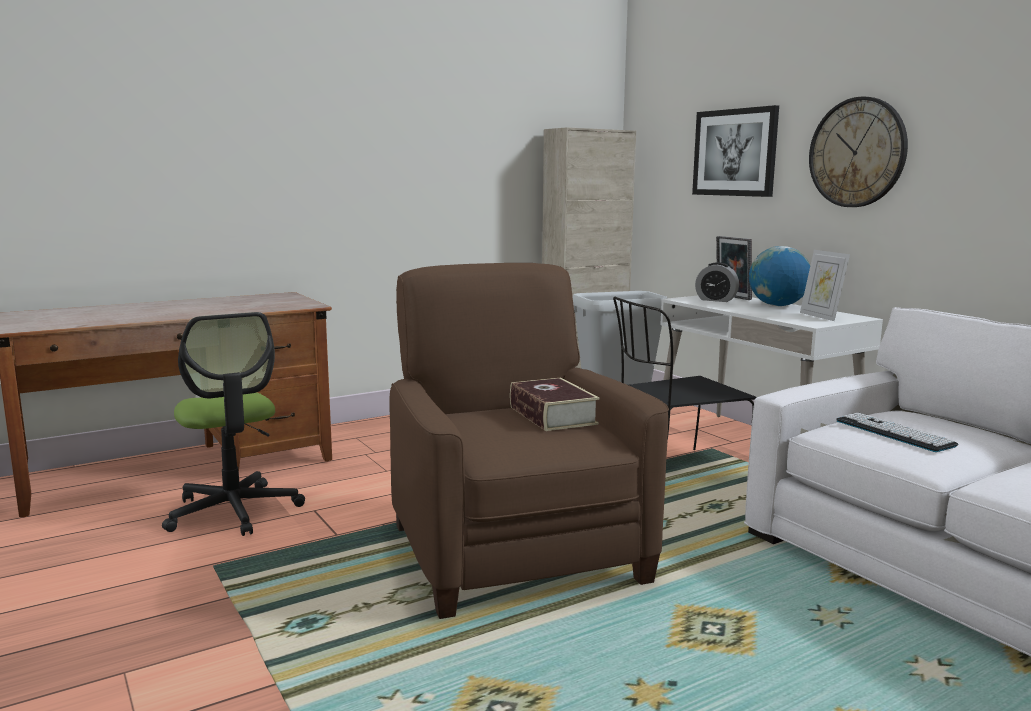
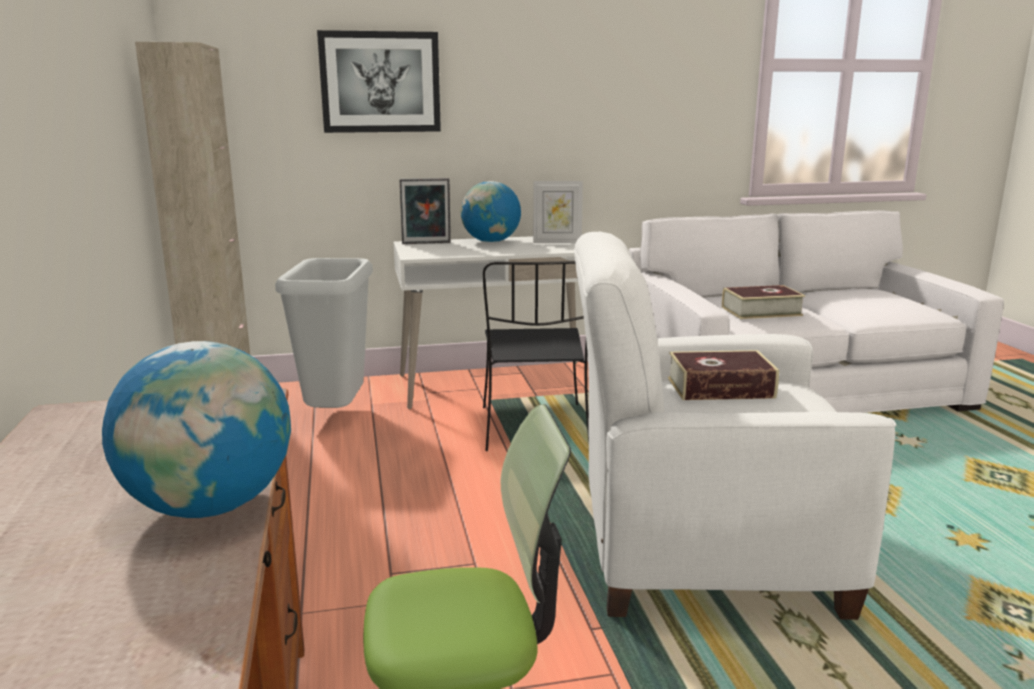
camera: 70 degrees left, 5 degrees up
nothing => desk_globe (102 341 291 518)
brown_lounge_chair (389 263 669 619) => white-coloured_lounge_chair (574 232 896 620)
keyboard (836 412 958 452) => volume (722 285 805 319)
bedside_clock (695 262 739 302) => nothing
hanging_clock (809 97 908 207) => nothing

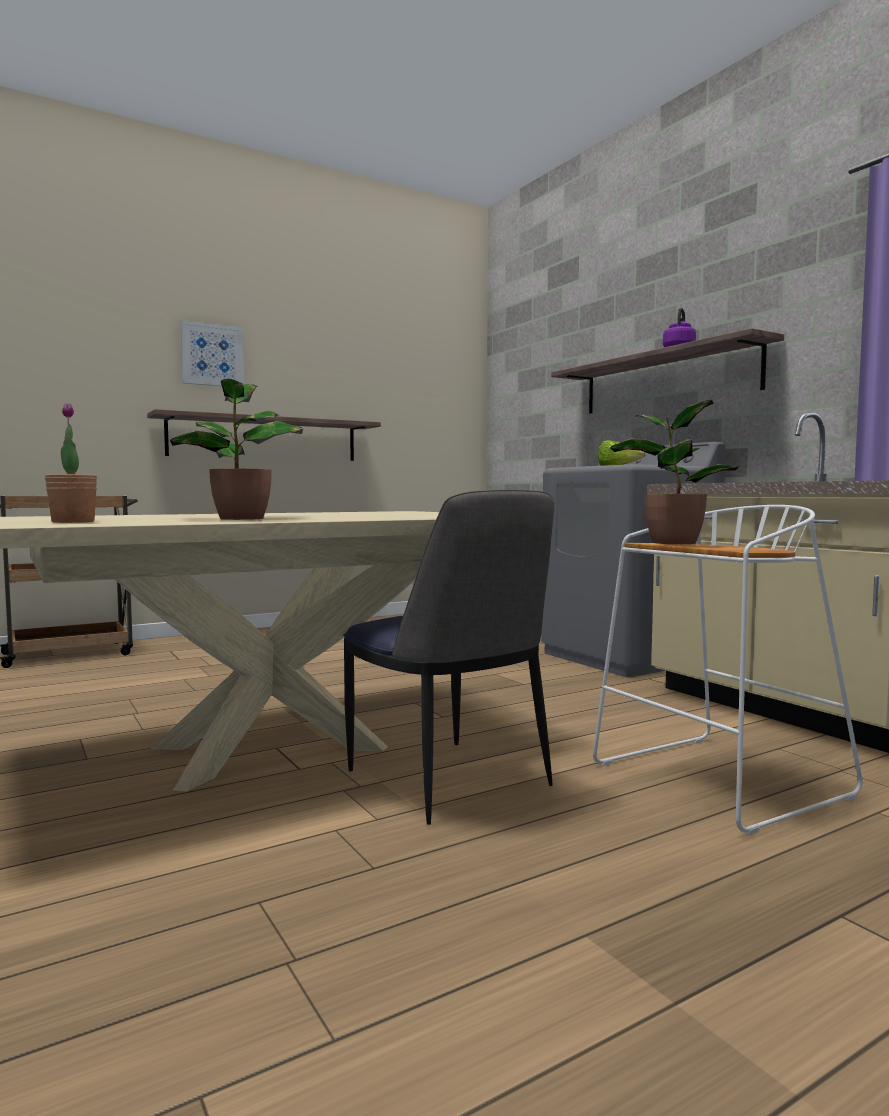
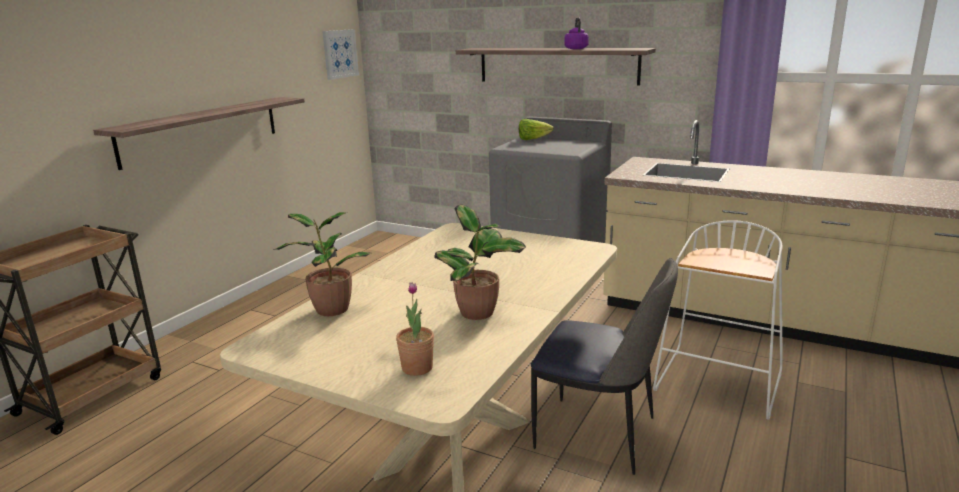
camera: 30 degrees left, 15 degrees up
plant_in_a_pot (610 400 740 544) => plant_in_a_pot (273 212 372 316), move
wall_picture (180 320 244 386) => wall_picture (322 29 359 80), move

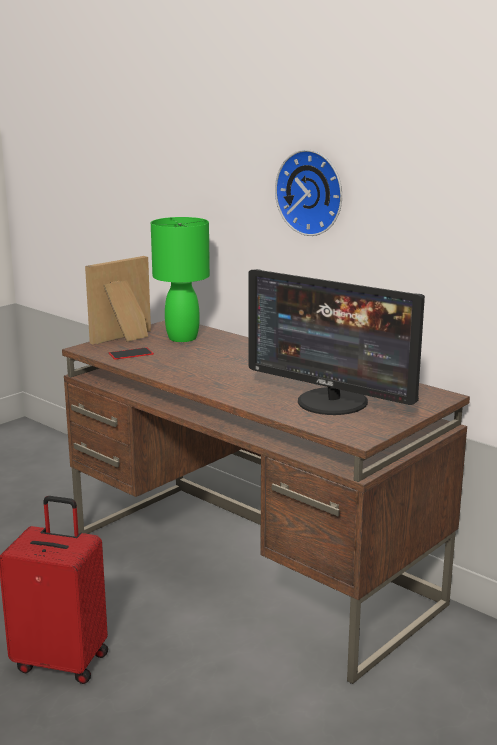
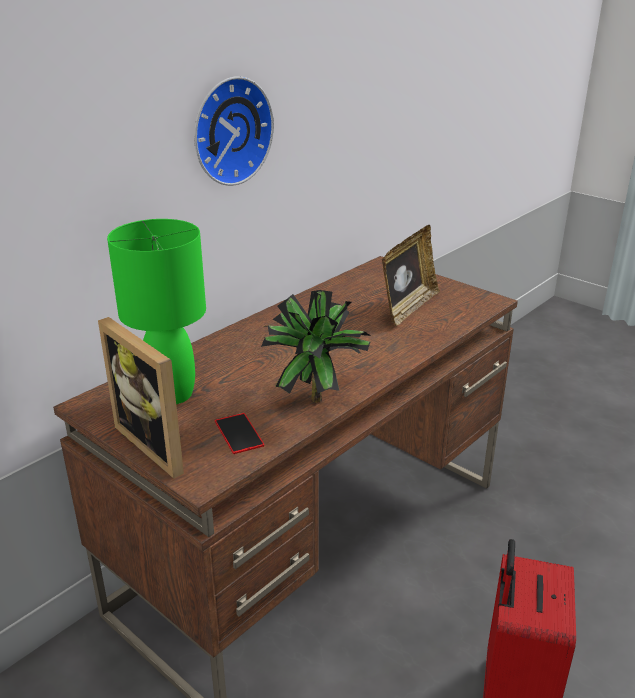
camera: 90 degrees left, 10 degrees up
nothing => plant_in_a_pot (261 290 371 403)
computer_display (248 269 425 415) => standing_frame (382 225 440 326)

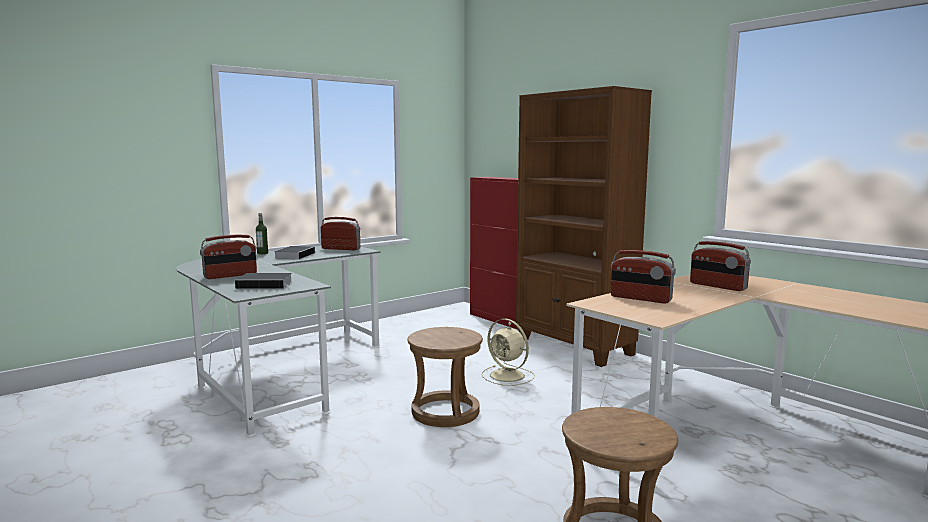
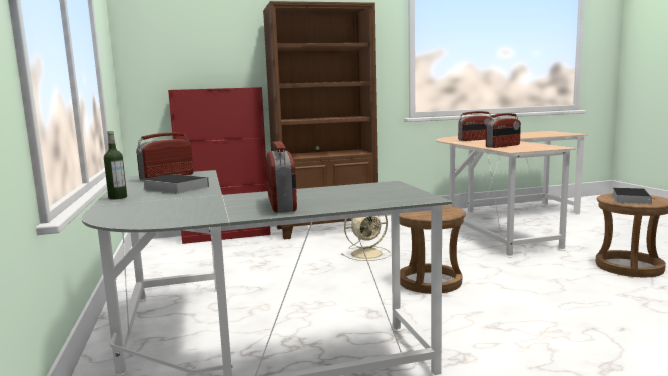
camera: 65 degrees left, 0 degrees up
volume (235 273 293 289) => volume (612 188 652 204), move

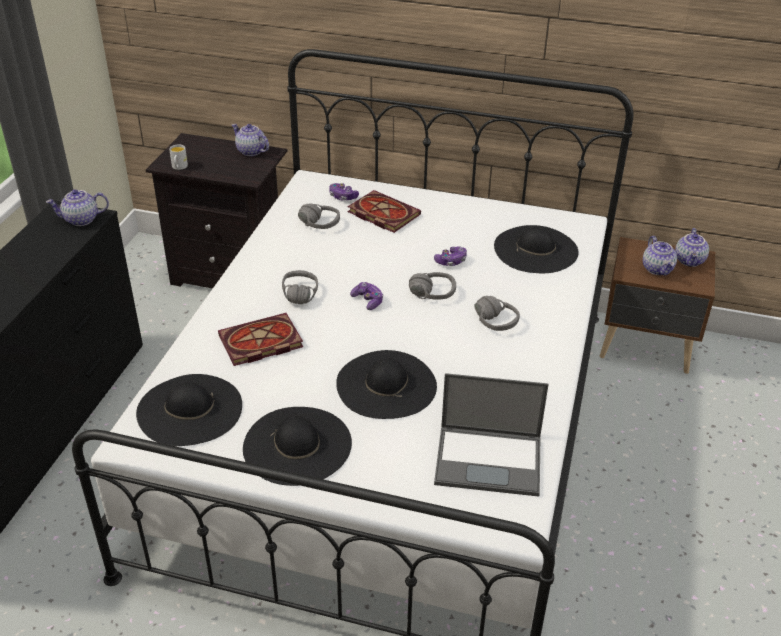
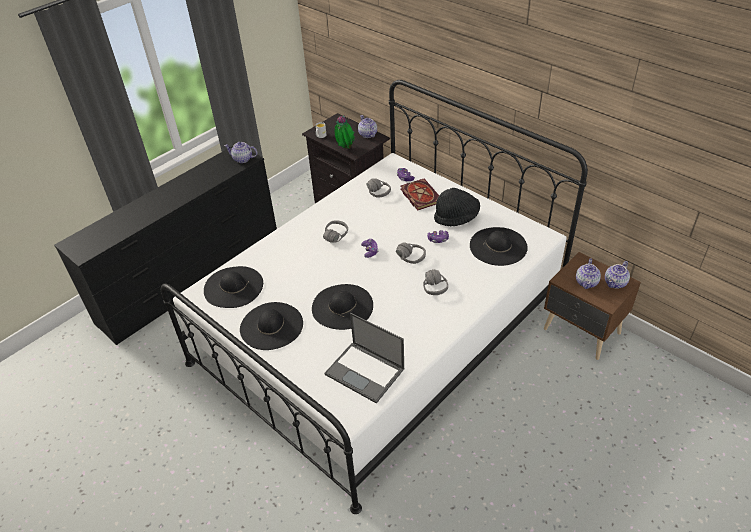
camera: 30 degrees right, 5 degrees up
nothing => plant_in_a_pot (334 115 355 149)
nothing => black_clothing_hat (434 188 480 226)
volume (218 313 303 366) => nothing

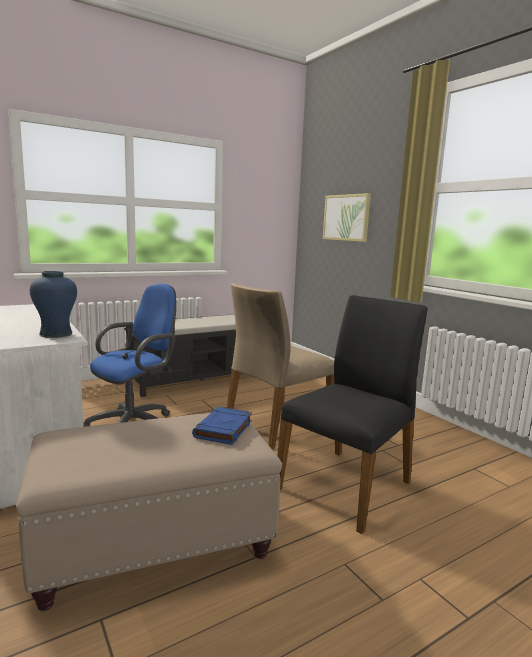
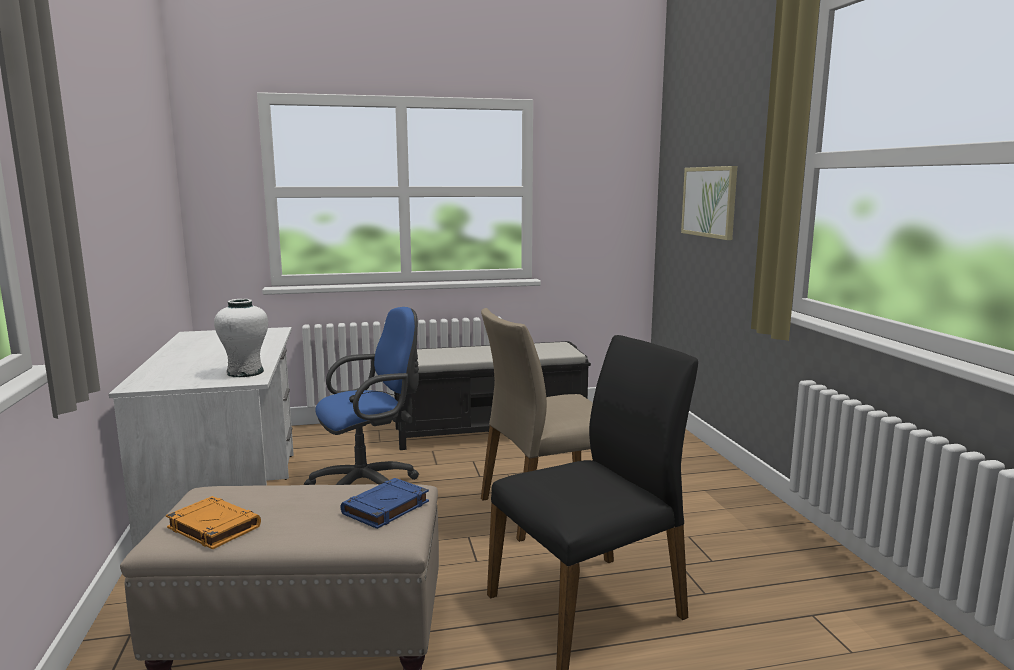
camera: 20 degrees right, 0 degrees up
nothing => orange_volume (166 496 261 549)
blue_flower_vase (30 271 77 338) => white-coloured_flower_vase (214 299 268 377)

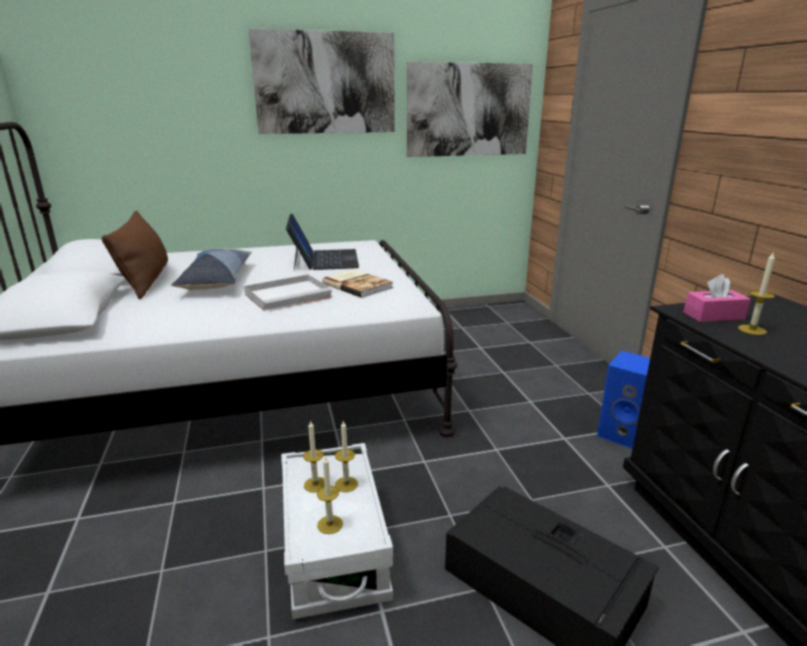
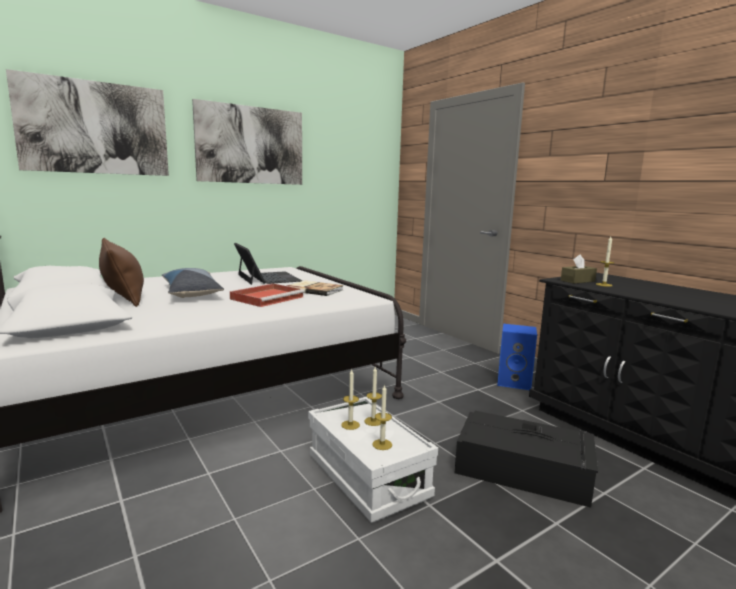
camera: 20 degrees left, 10 degrees down
wall_picture (407 62 533 157) => wall_picture (6 69 169 176), move
white-coloured_serving_tray (244 274 332 311) => reddish_serving_tray (230 284 304 307)
pink-coloured_box_of_tissues (684 274 751 322) => brown_box_of_tissues (561 254 597 284)

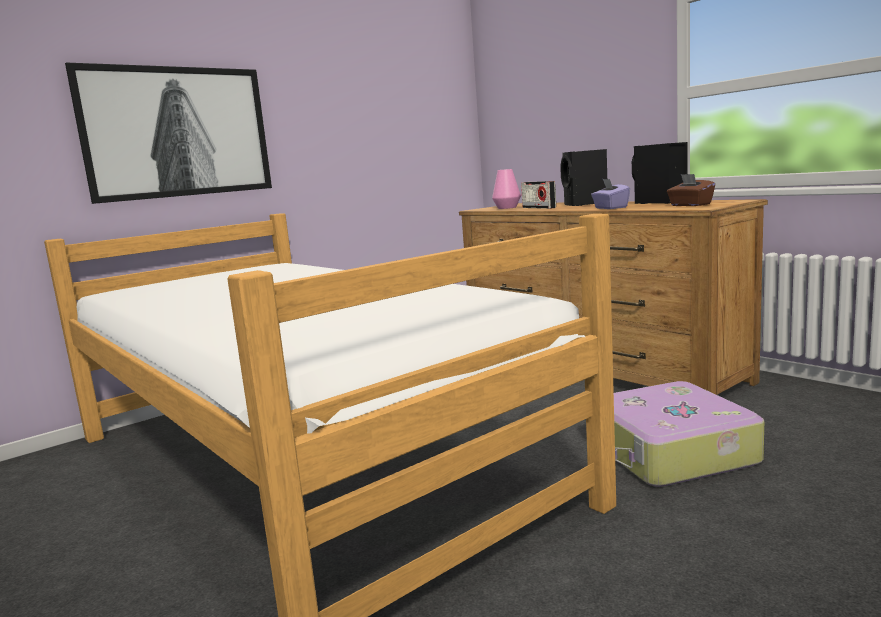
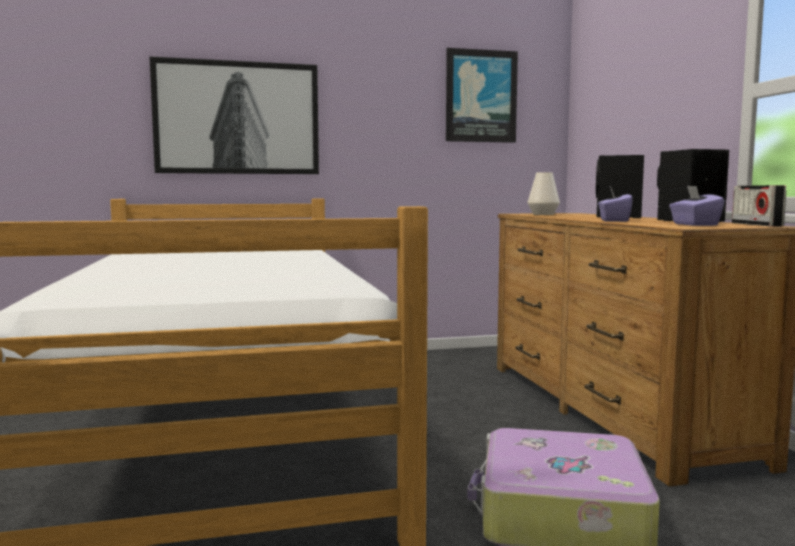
camera: 25 degrees right, 5 degrees down
nothing => wall_picture (446 48 518 143)
pink-coloured_flower_vase (492 169 521 209) => white-coloured_flower_vase (528 172 560 215)
brown_box_of_tissues (667 174 716 206) => purple-coloured_box_of_tissues (669 186 725 226)
radio (521 181 556 209) => radio (732 185 786 227), move

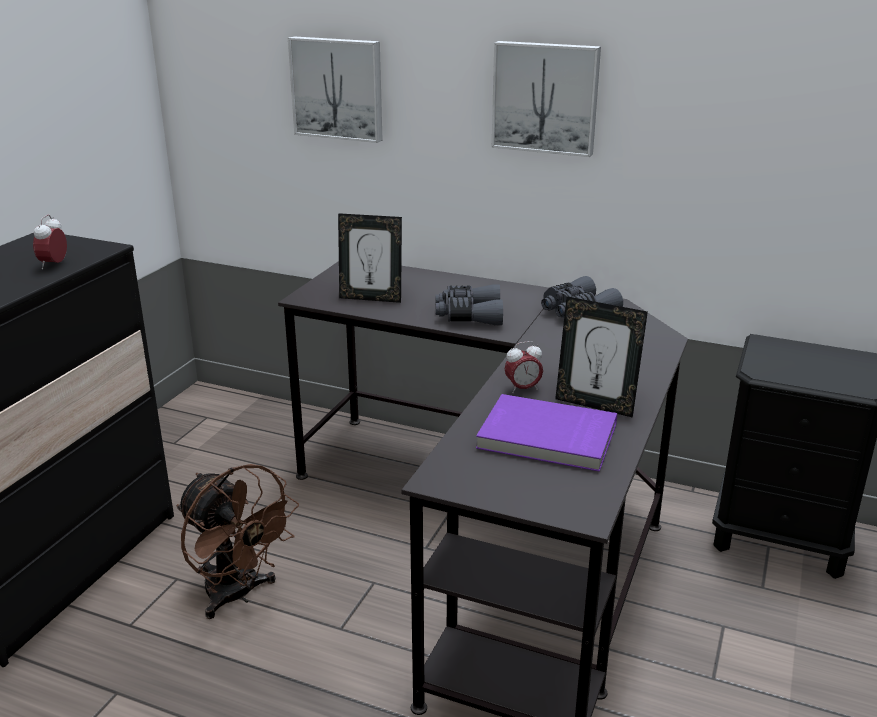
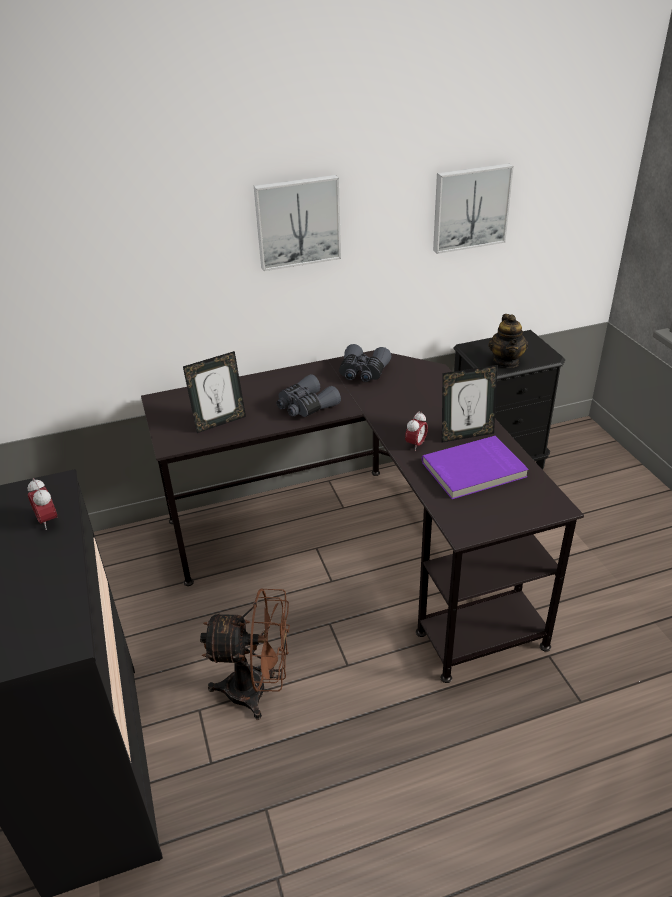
camera: 40 degrees left, 10 degrees up
wall_picture (288 36 382 143) => wall_picture (433 163 514 254), move
nothing => teapot (488 314 528 368)

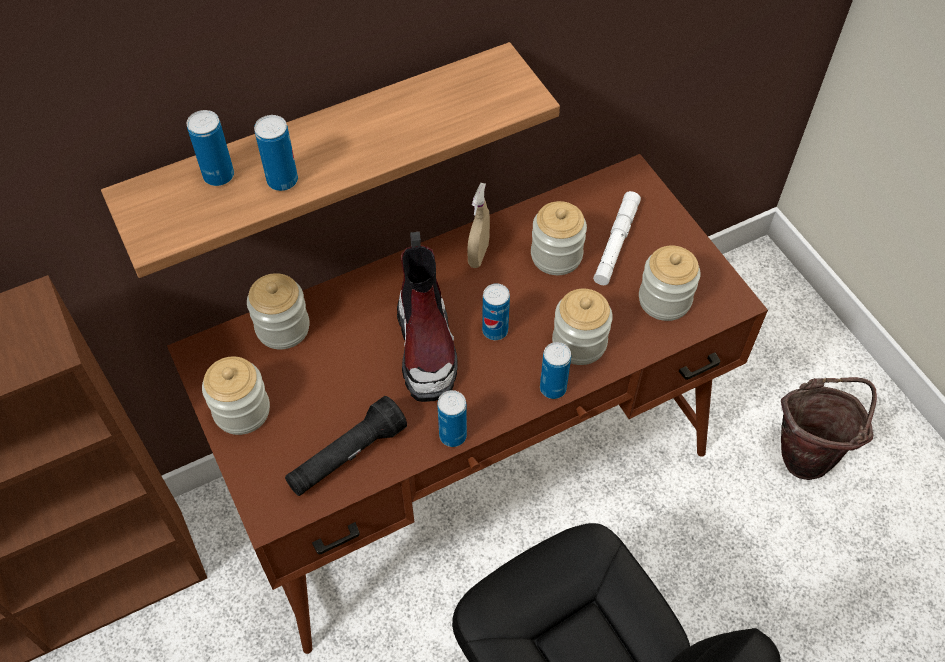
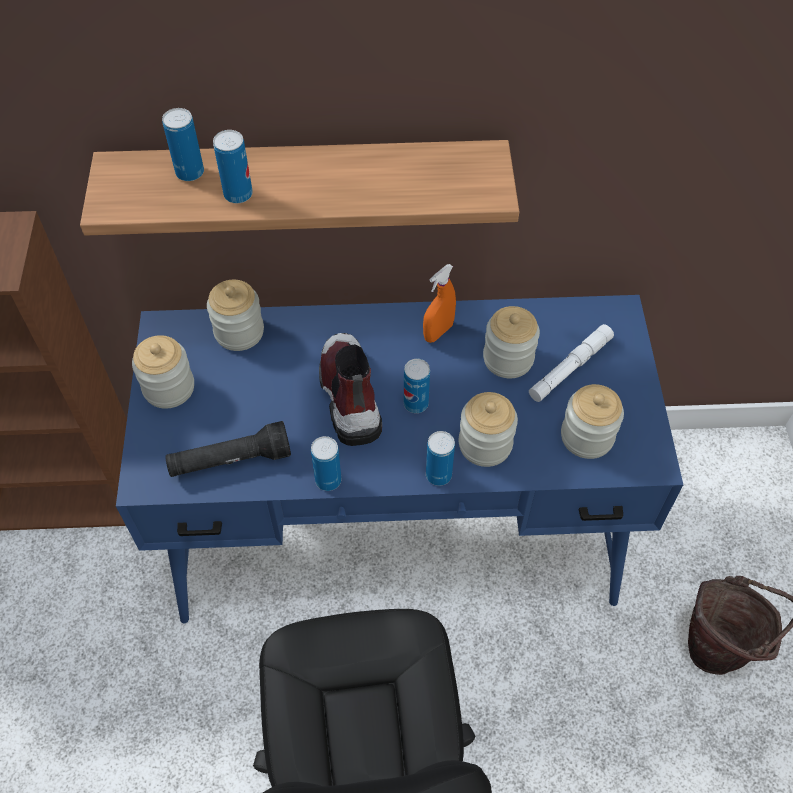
camera: 25 degrees right, 0 degrees up
brown_desk_table (167 154 768 654) => blue_desk_table (116 295 683 623)
tall_boot (397 232 457 402) => tall_boot (319 333 382 446), 150 degrees clockwise
beige_spray_bottle (467 183 490 268) => orange_spray_bottle (423 264 456 343)

